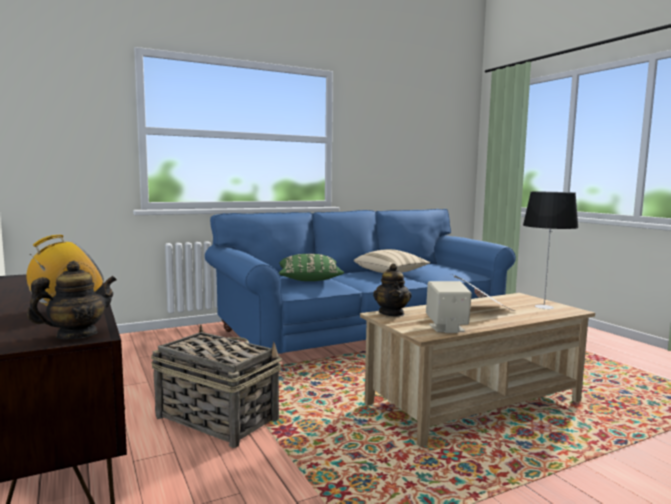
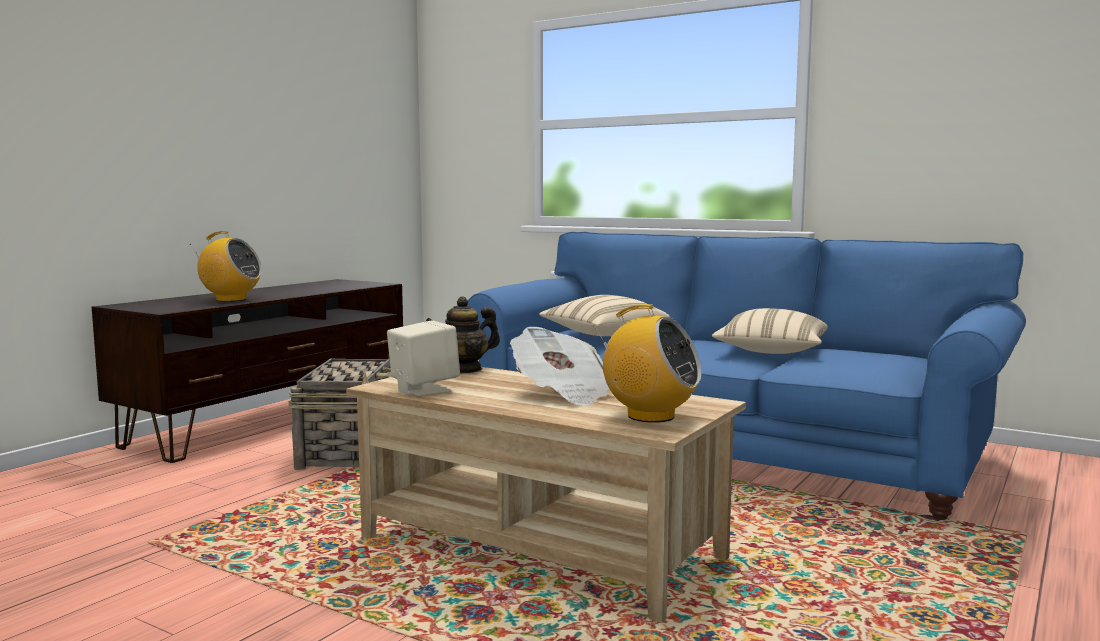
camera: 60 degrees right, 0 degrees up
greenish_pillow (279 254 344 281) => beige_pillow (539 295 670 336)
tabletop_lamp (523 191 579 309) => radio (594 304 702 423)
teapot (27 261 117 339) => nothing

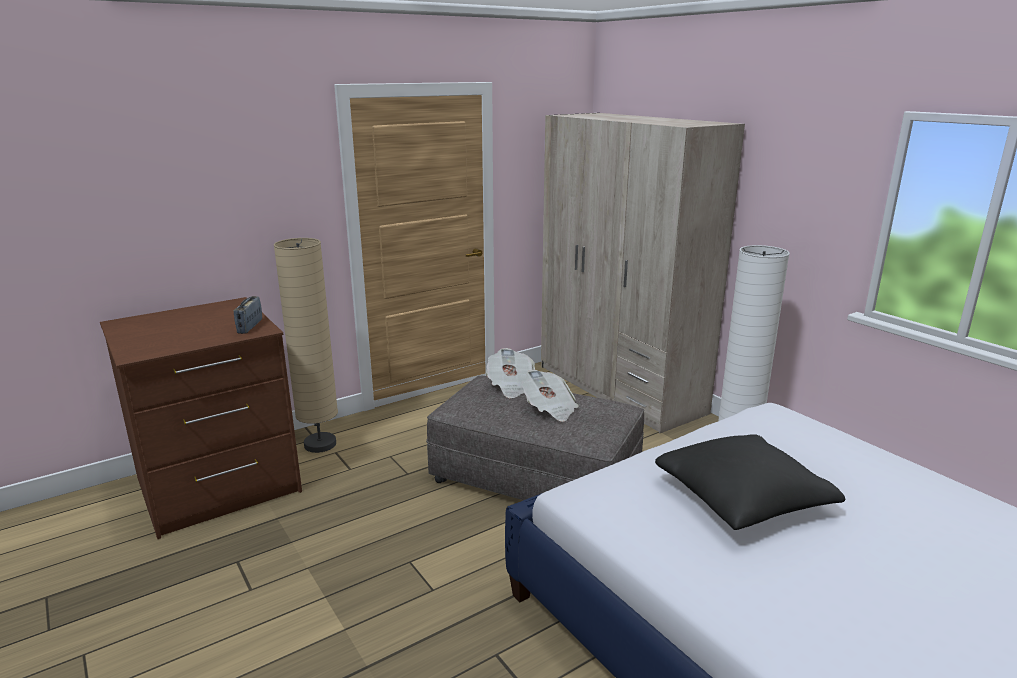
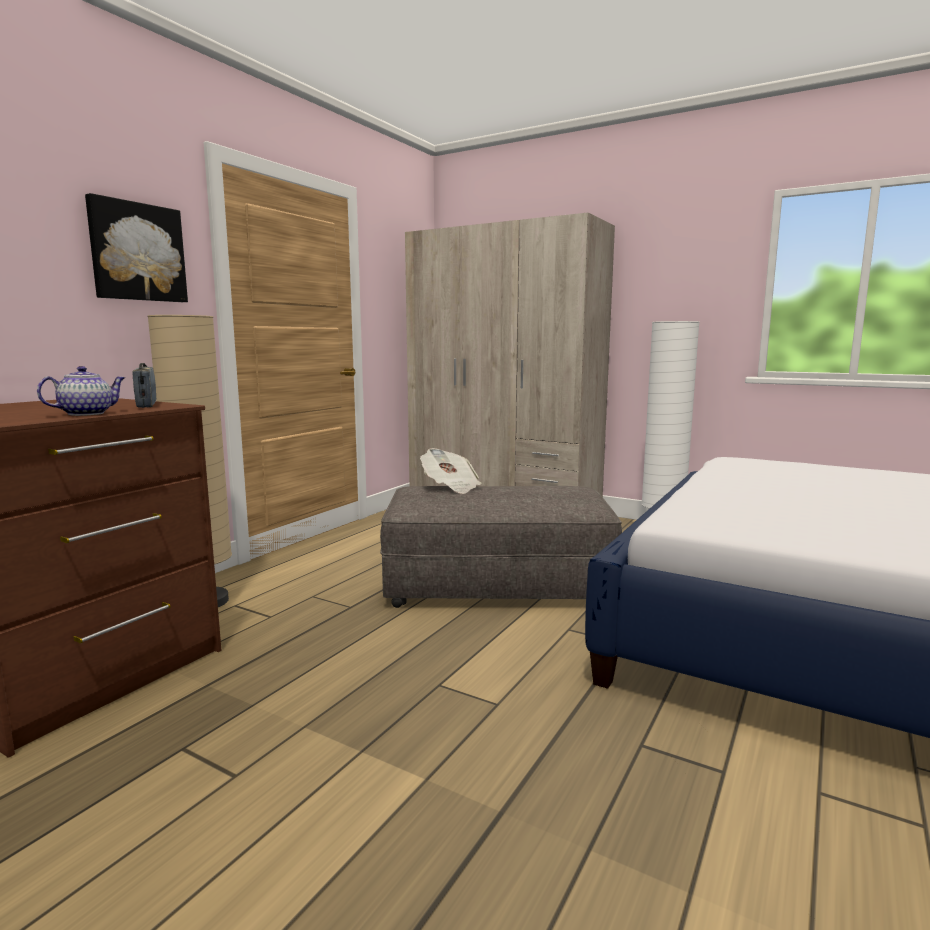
camera: 25 degrees left, 10 degrees down
nothing => teapot (37 366 125 416)
nothing => wall_picture (85 193 188 302)
newspaper (521 369 578 422) => nothing
black_pillow (655 434 845 530) => nothing

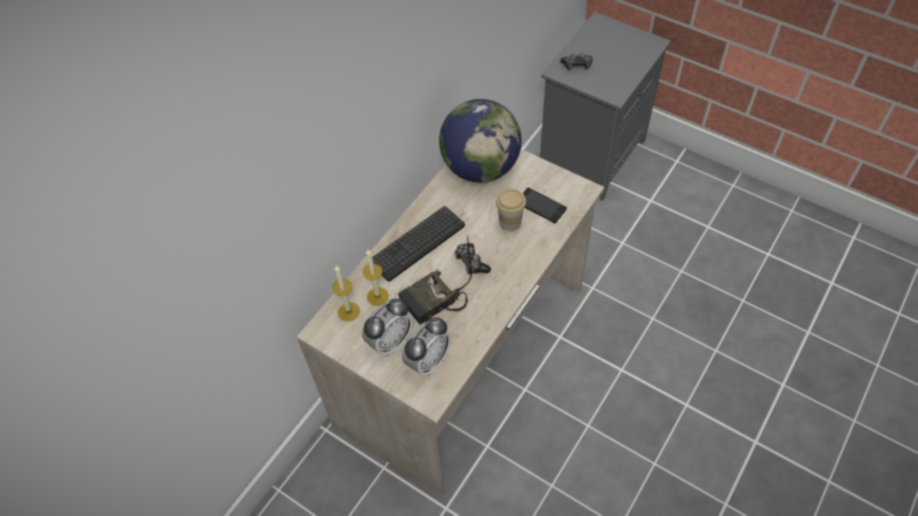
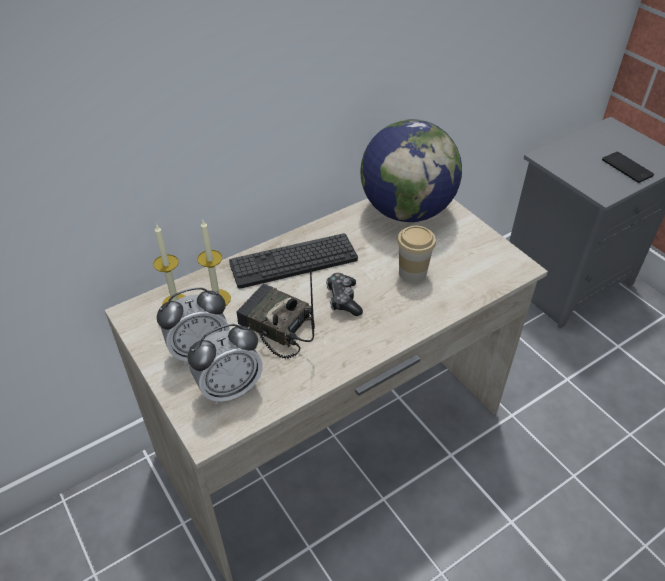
camera: 20 degrees right, 10 degrees down
radio (398 235 472 325) => radio (236 267 315 359), 45 degrees clockwise
handset (523 188 567 223) => handset (602 152 654 183), move
gamepad (560 53 593 71) => nothing

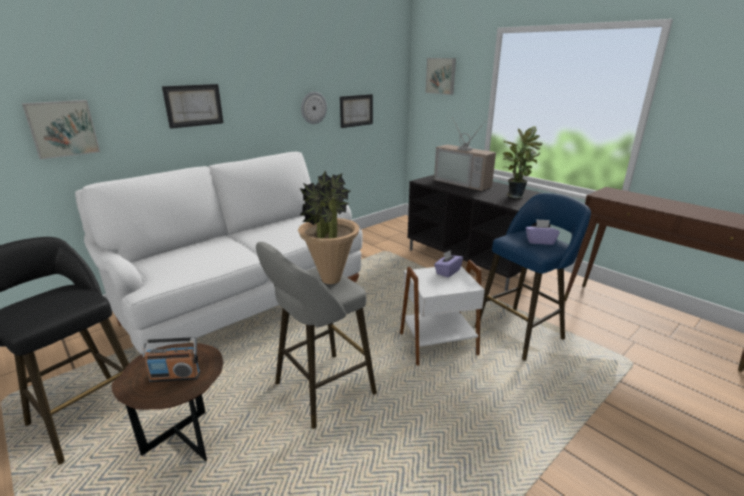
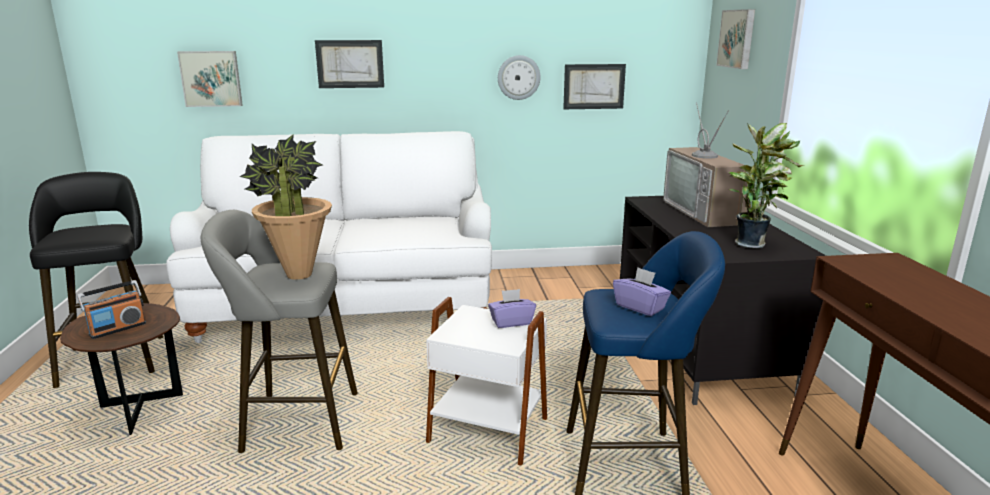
camera: 35 degrees right, 5 degrees down
radio (143 337 200 382) => radio (77 280 146 339), 75 degrees counterclockwise

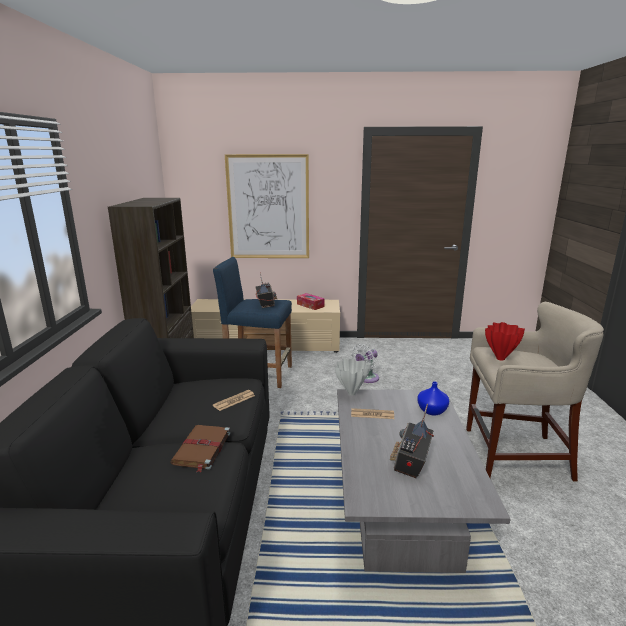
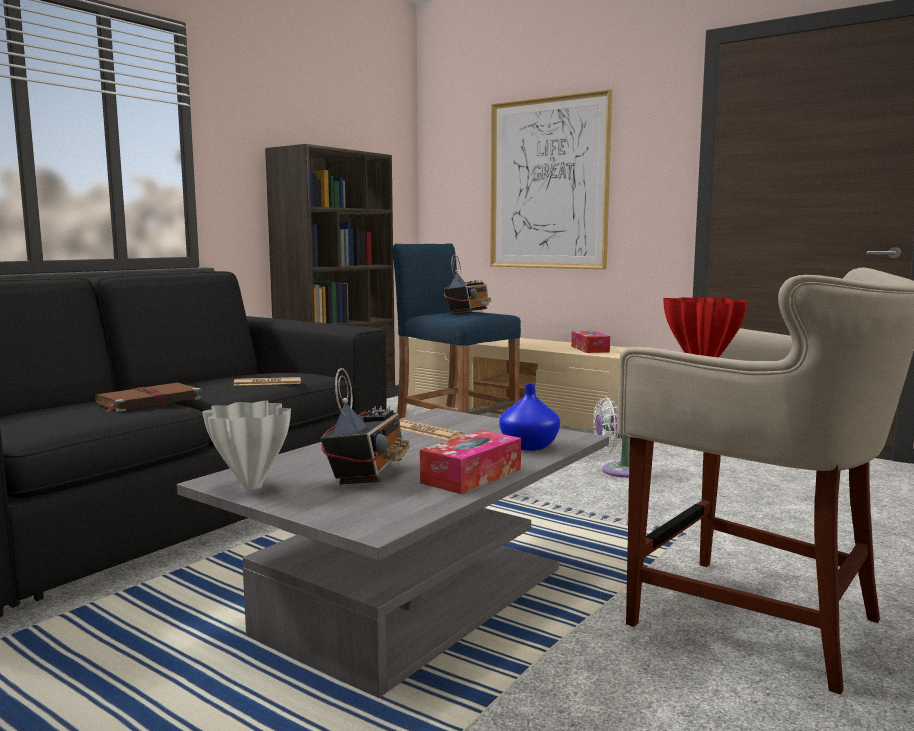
camera: 35 degrees right, 10 degrees down
white-coloured_flower_vase (335 358 371 395) => white-coloured_flower_vase (202 400 291 490), move
radio (390 404 434 478) => radio (320 368 410 484), 135 degrees clockwise
nothing => box_of_tissues (420 430 521 494)

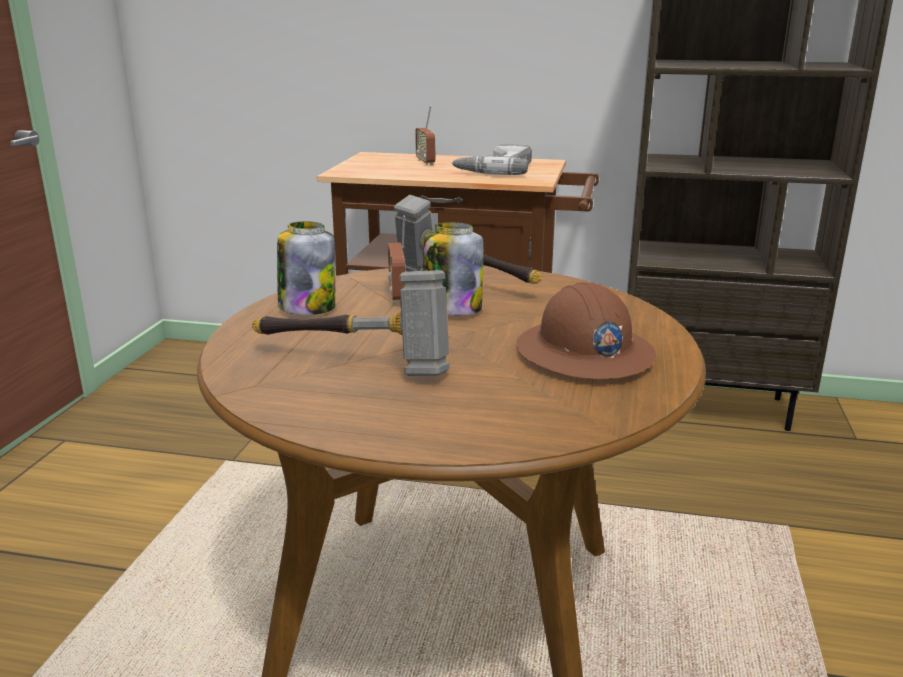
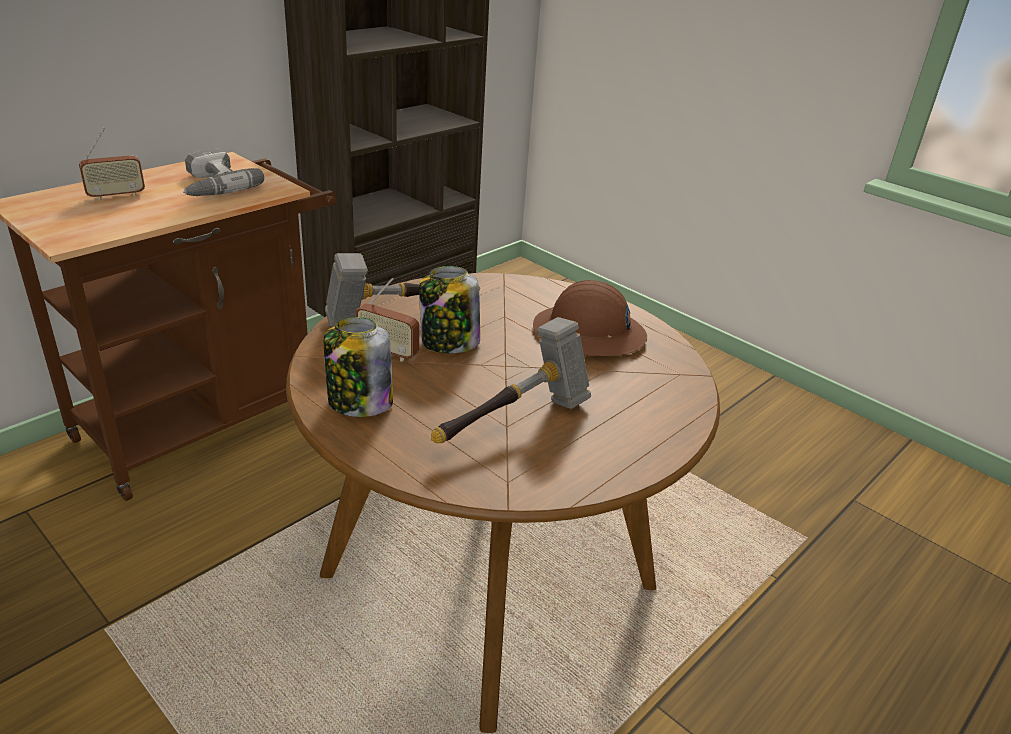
camera: 60 degrees left, 10 degrees up
radio (415 105 435 166) => radio (79 128 145 200), 45 degrees counterclockwise

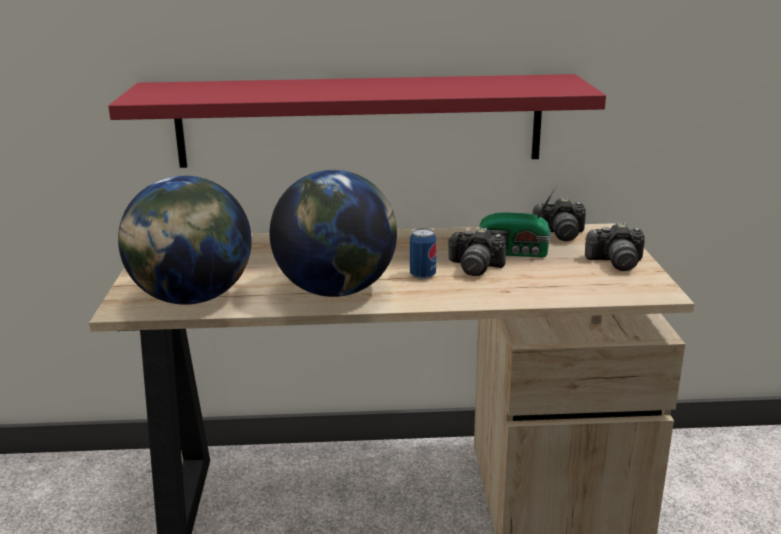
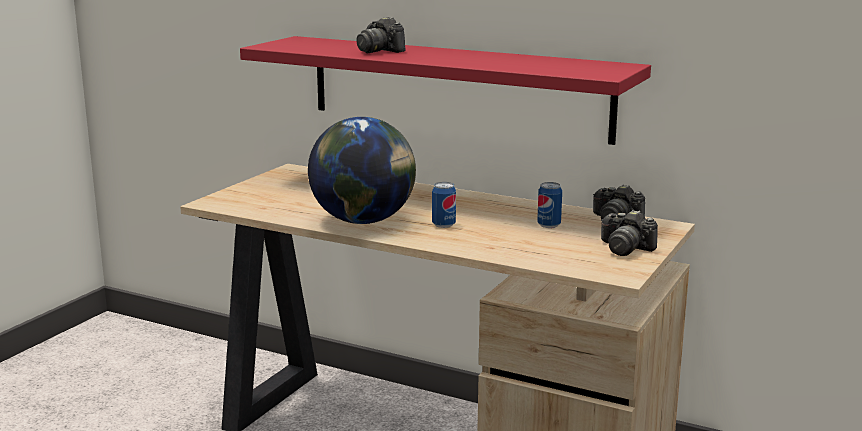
camera: 30 degrees right, 5 degrees down
still_camera (447 227 506 276) => still_camera (356 17 406 53), move
radio (479 185 557 257) => metal_can (537 182 562 228)
desk_globe (118 176 252 305) => nothing

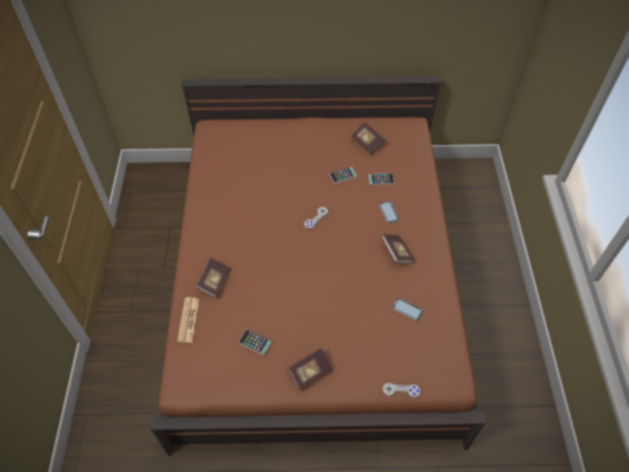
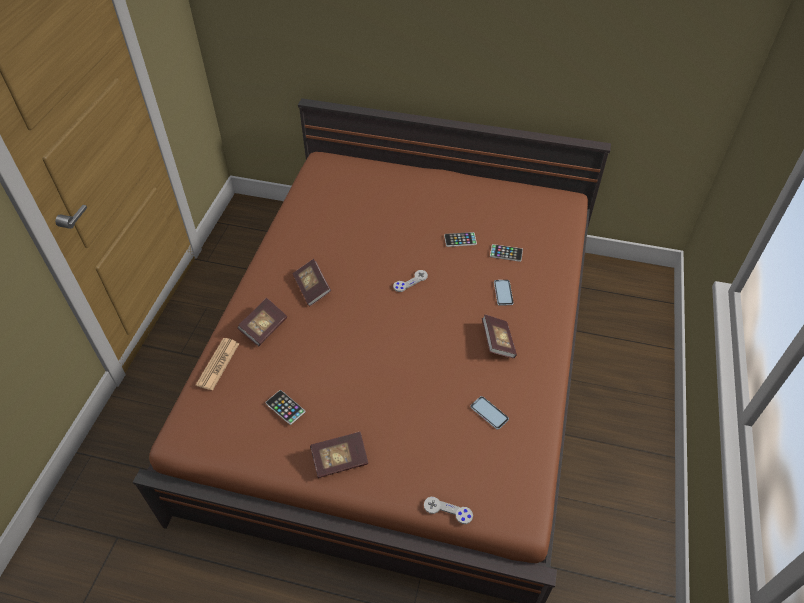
camera: 15 degrees right, 5 degrees down
volume (351 122 386 155) => volume (292 259 331 306), move

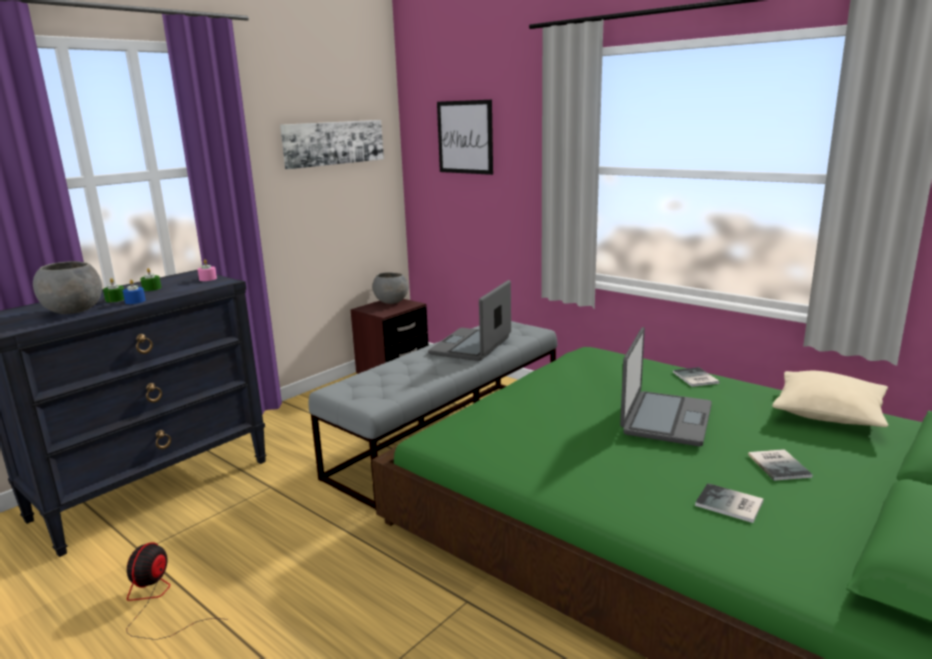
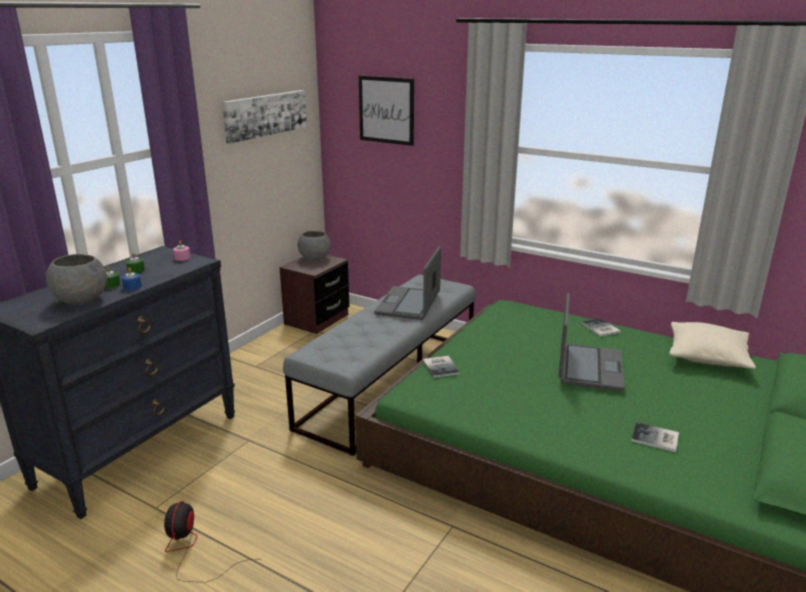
camera: 10 degrees left, 5 degrees up
volume (748 449 813 481) => volume (423 356 460 378), move

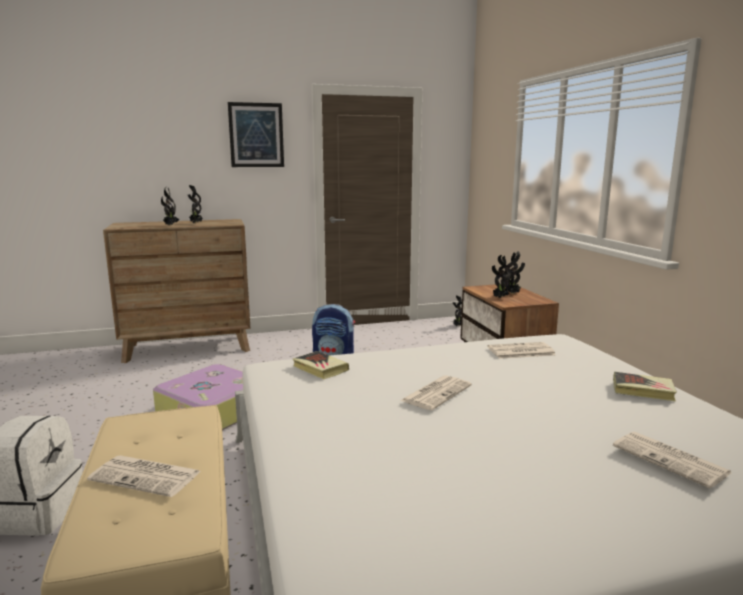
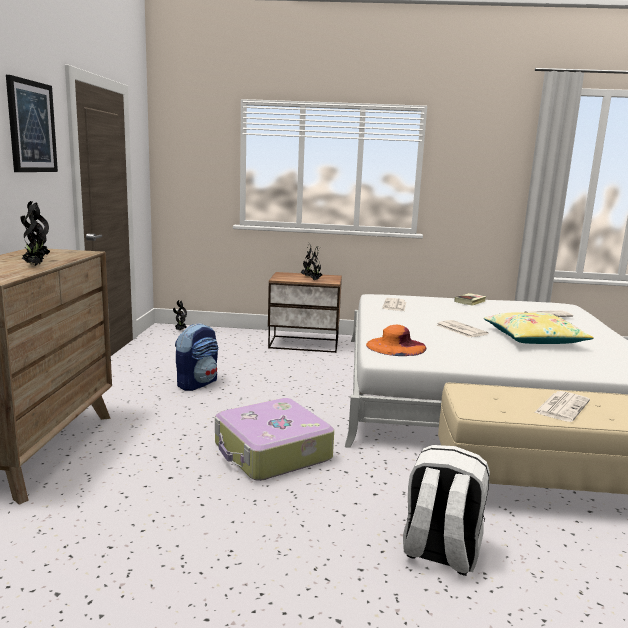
camera: 70 degrees left, 0 degrees up
volume (292 351 349 379) => orange_clothing_hat (366 325 427 356)
nothing => yellowish_pillow (484 312 594 344)

